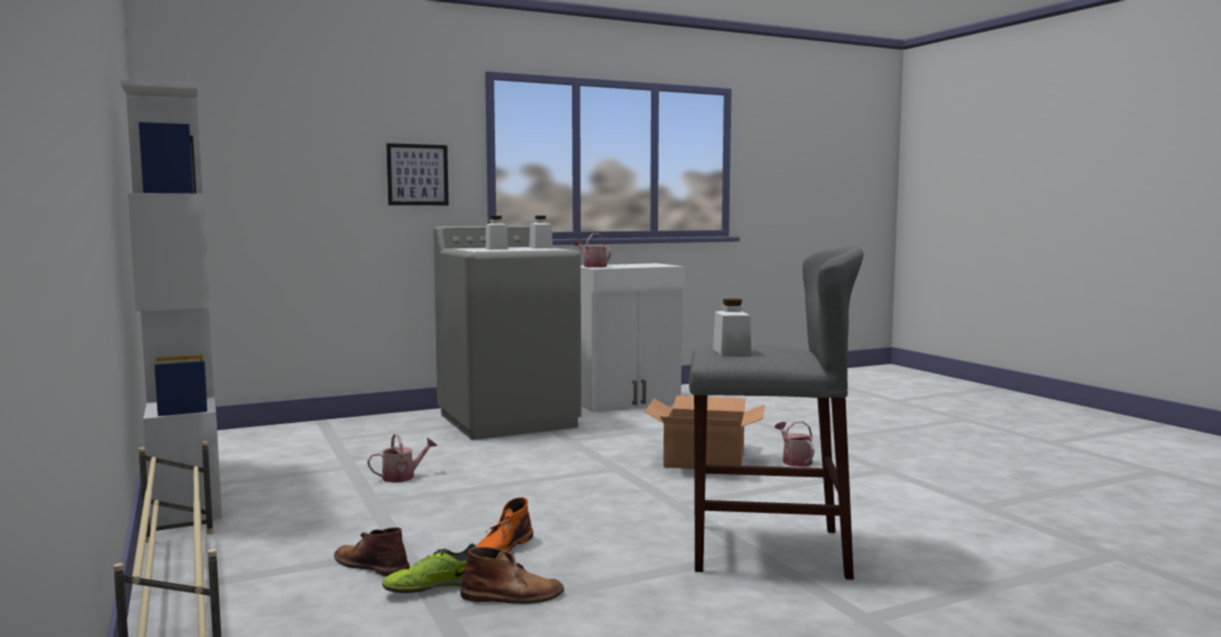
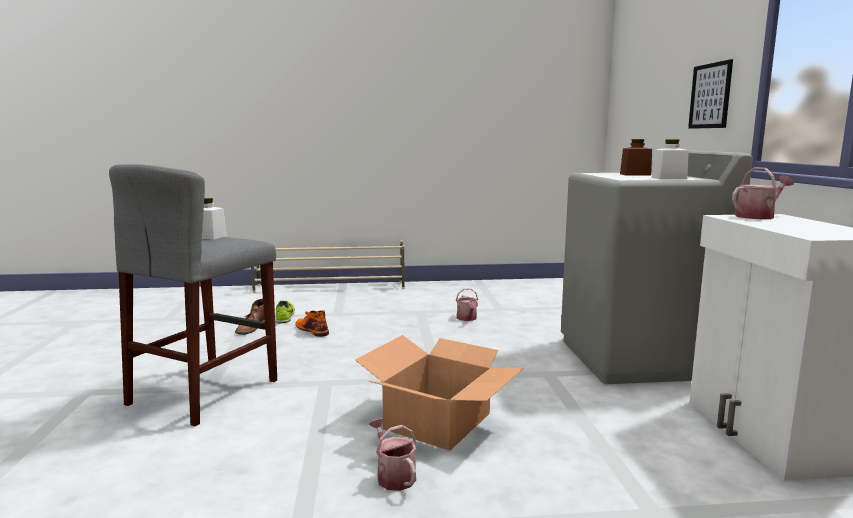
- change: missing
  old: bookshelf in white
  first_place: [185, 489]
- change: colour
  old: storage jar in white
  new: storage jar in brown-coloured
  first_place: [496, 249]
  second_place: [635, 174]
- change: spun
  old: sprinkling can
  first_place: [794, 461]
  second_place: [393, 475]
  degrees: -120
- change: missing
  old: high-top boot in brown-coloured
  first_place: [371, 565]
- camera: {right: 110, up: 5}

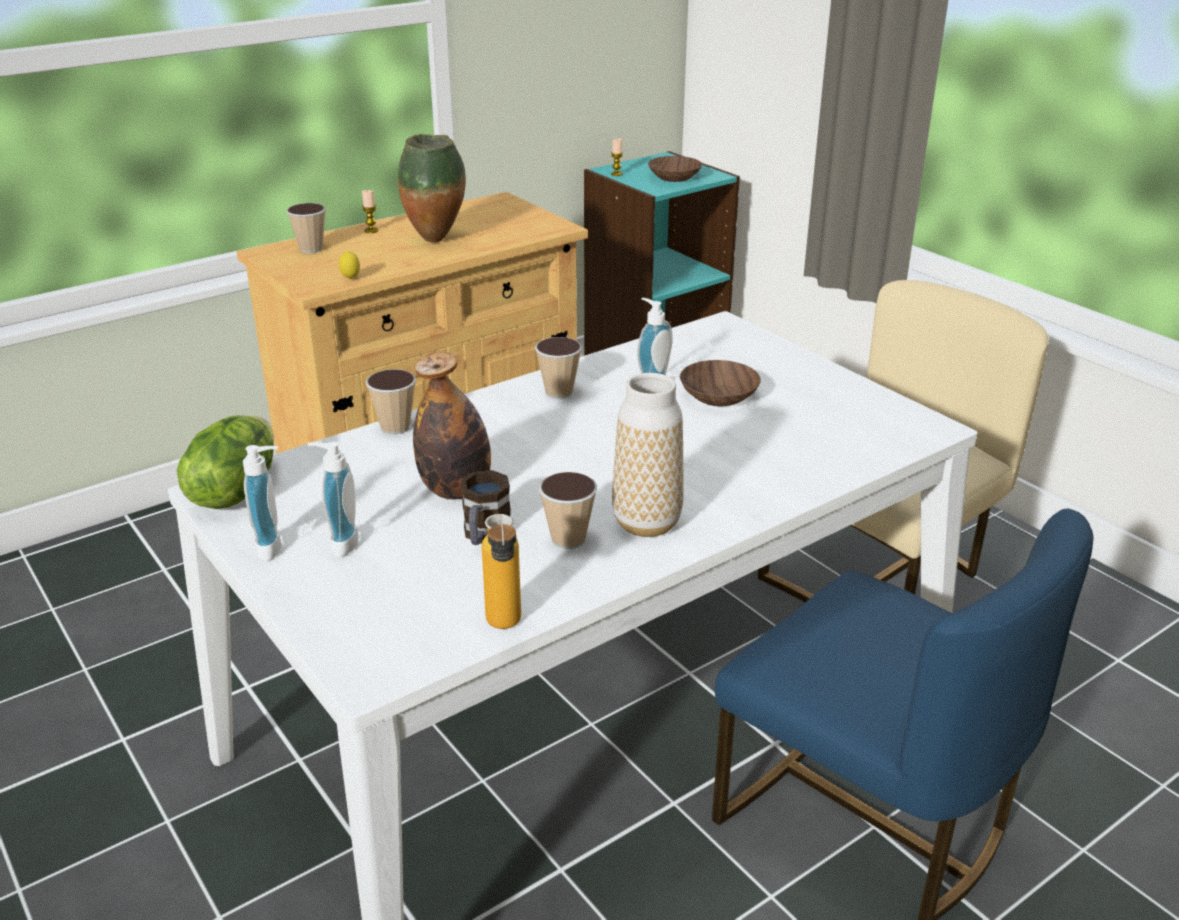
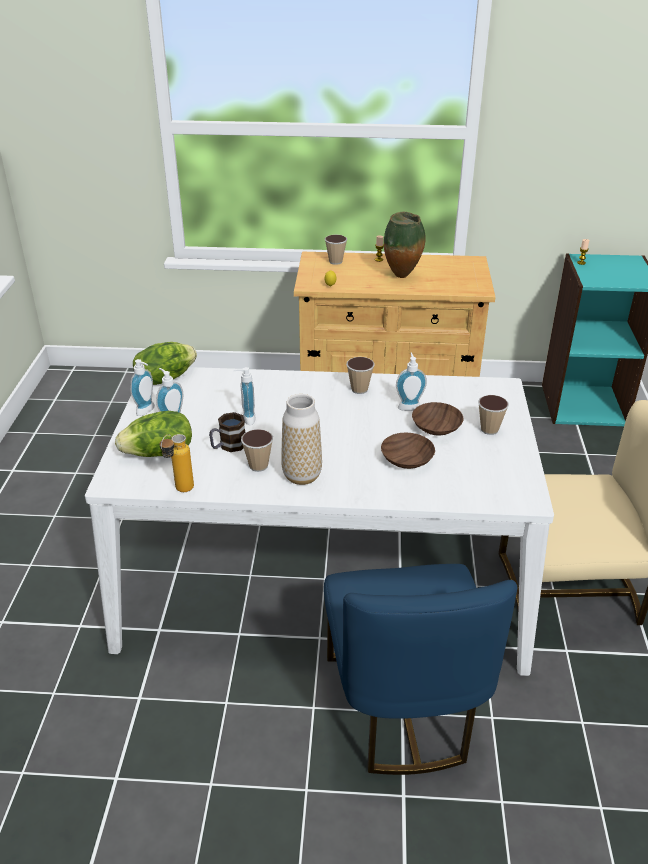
- change: relocated
  old: serving bowl in brown-coloured
  first_place: [674, 177]
  second_place: [408, 459]
- change: exchanged
  old: drink bottle
  new: liquid soap bottle
  first_place: [456, 490]
  second_place: [246, 419]
- change: relocated
  old: cup
  first_place: [395, 427]
  second_place: [489, 429]
- change: appeared
  new: head of lettuce
  second_place: [159, 453]
- camera: {right: 40, up: 5}

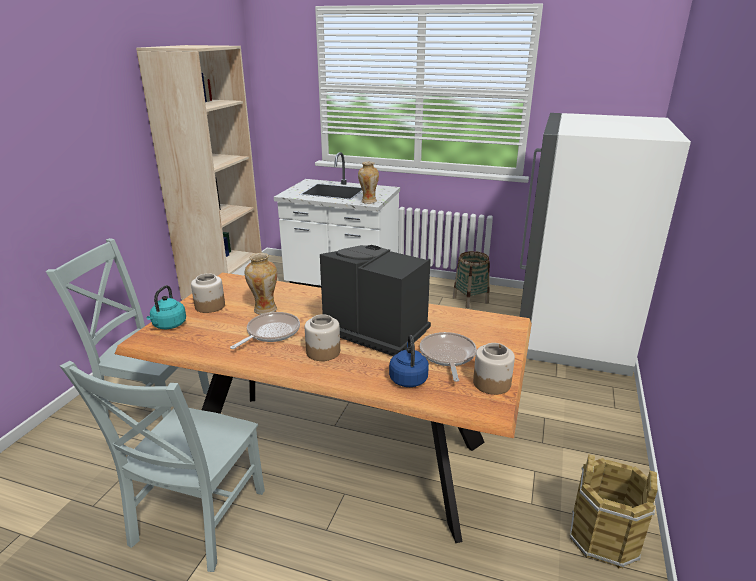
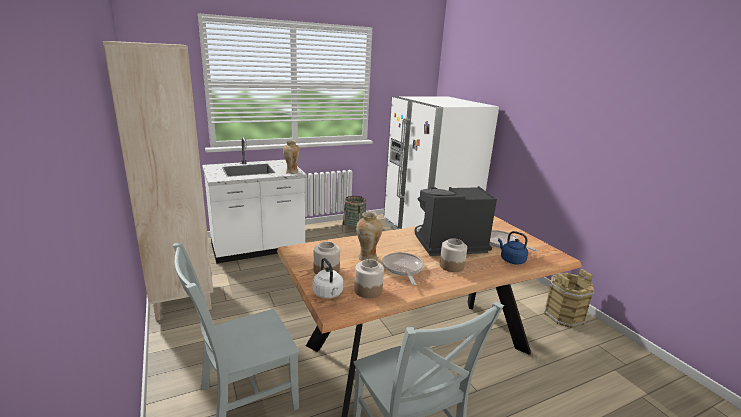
- change: colour
  old: water kettle in blue-green
  new: water kettle in white
  first_place: [168, 325]
  second_place: [328, 294]
- change: relocated
  old: storage jar
  first_place: [492, 383]
  second_place: [368, 290]
- camera: {right: -45, up: -5}

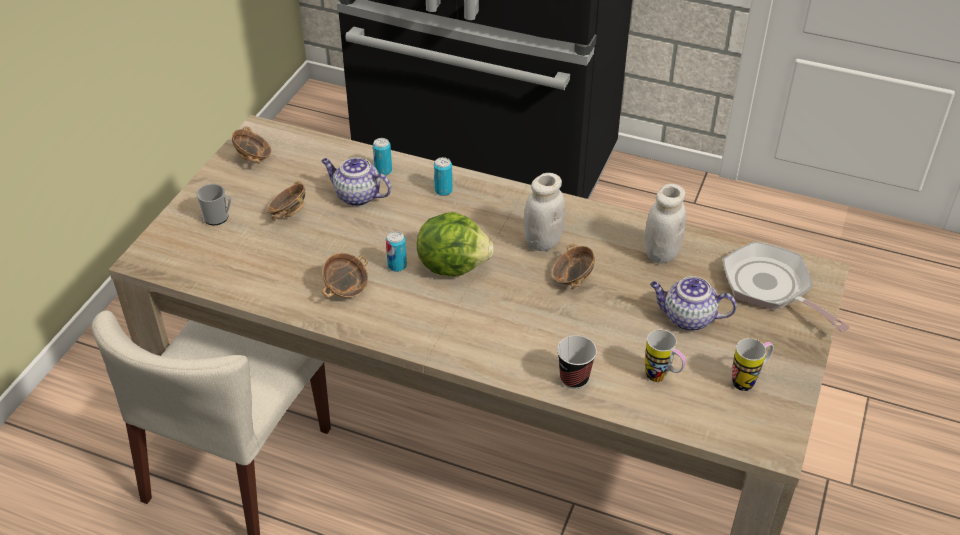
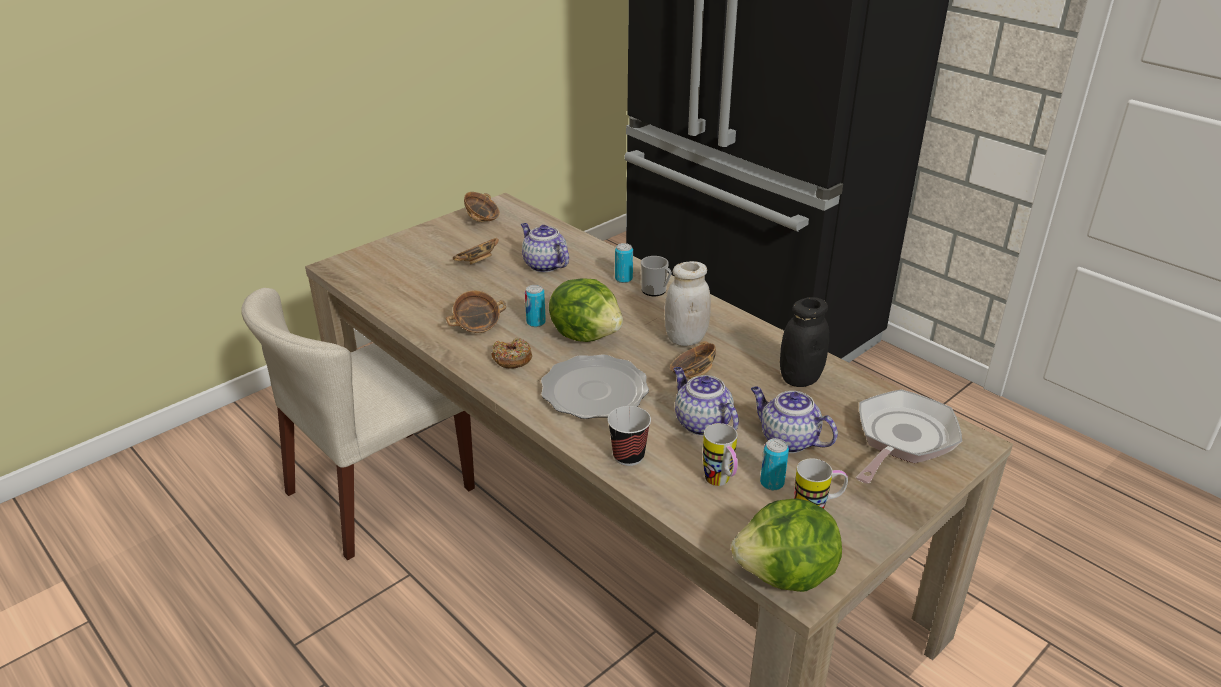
- change: relocated
  old: can
  first_place: [383, 171]
  second_place: [772, 483]
- change: relocated
  old: tea mug
  first_place: [218, 217]
  second_place: [656, 291]
- change: colour
  old: storage jar in white
  new: storage jar in black
  first_place: [661, 253]
  second_place: [800, 378]
- change: spun
  old: pan
  first_place: [771, 287]
  second_place: [902, 439]
  degrees: 45
- change: appeared
  new: donut
  second_place: [512, 359]
- change: appeared
  new: plate
  second_place: [593, 391]
- change: appeared
  new: teapot
  second_place: [701, 423]
- change: appeared
  new: head of lettuce
  second_place: [786, 576]
- camera: {right: 25, up: -10}

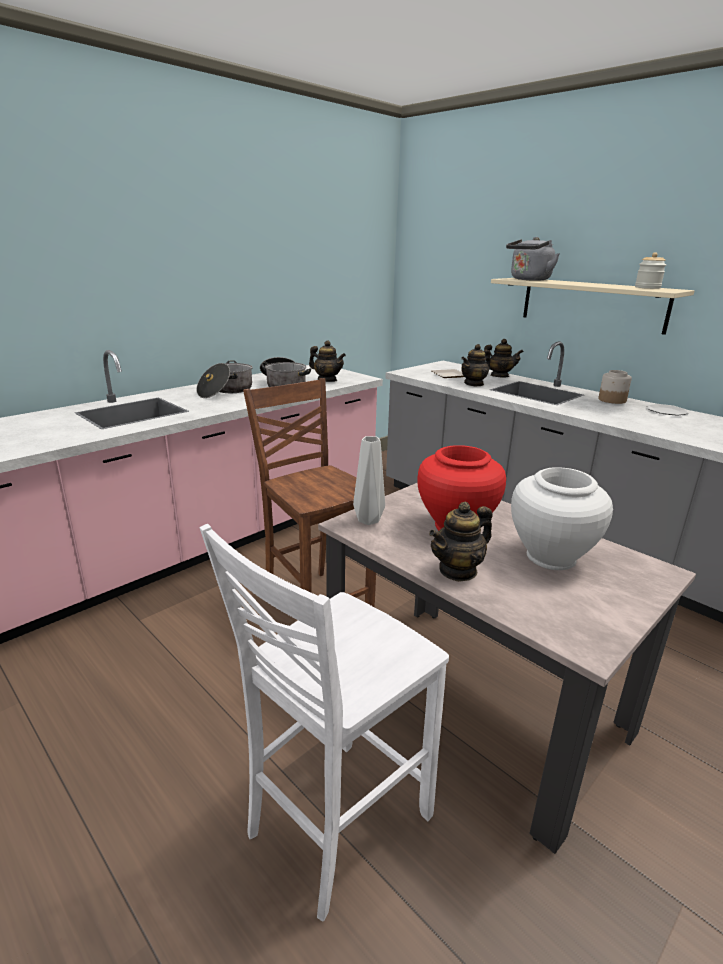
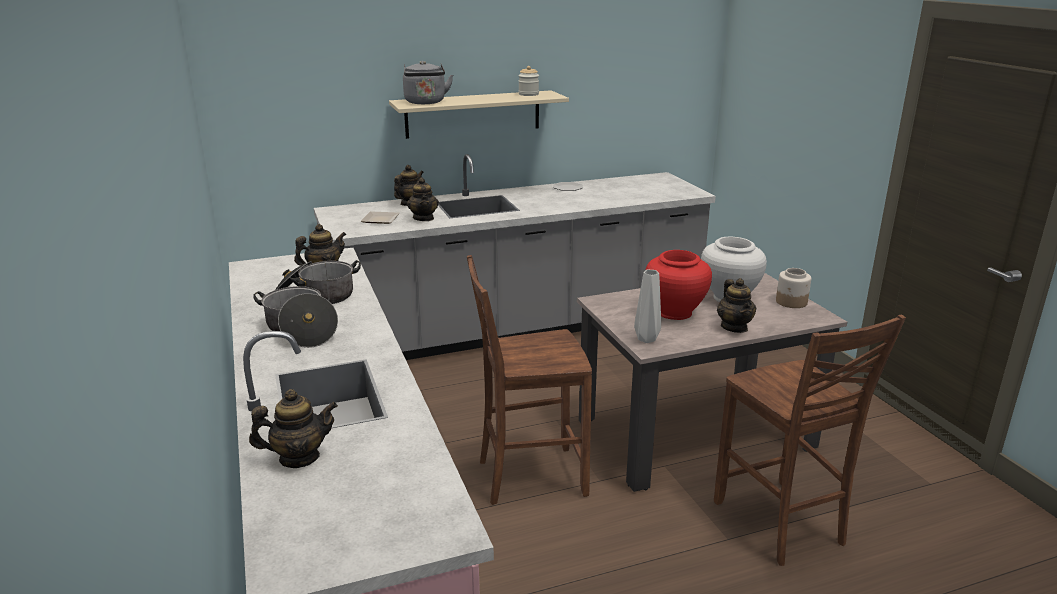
- change: relocated
  old: storage jar
  first_place: [612, 400]
  second_place: [791, 302]
- change: colour
  old: chair in white
  new: chair in brown-coloured
  first_place: [334, 824]
  second_place: [780, 524]
- change: appeared
  new: teapot
  second_place: [299, 458]
- camera: {right: -65, up: 0}

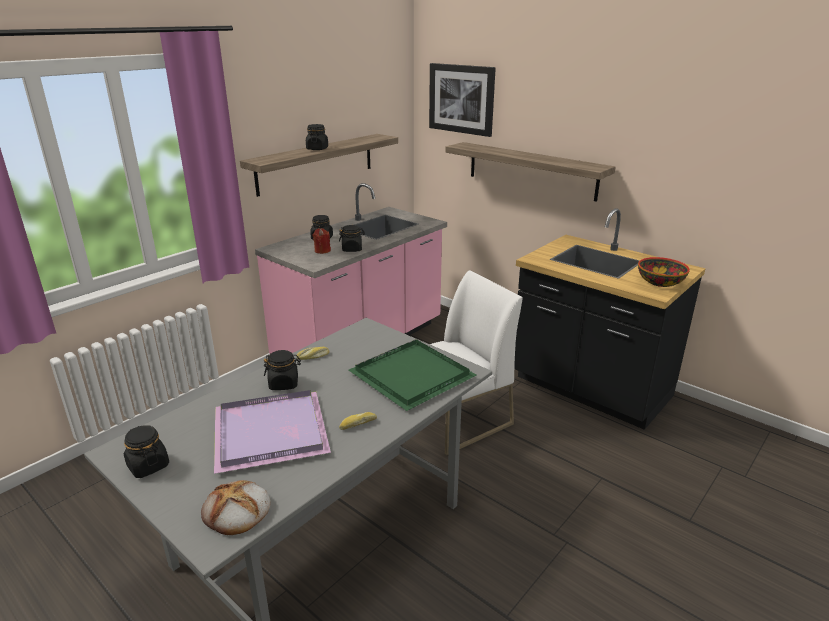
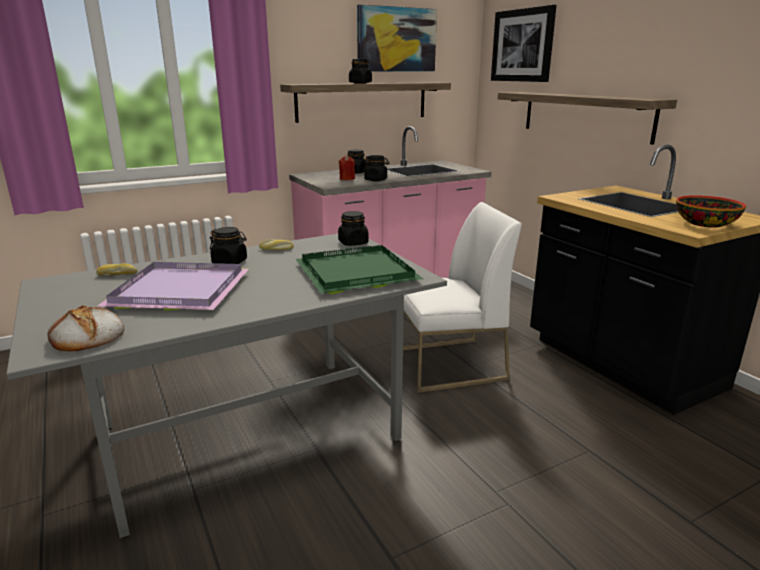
- change: relocated
  old: baked bread
  first_place: [357, 424]
  second_place: [118, 274]
- change: relocated
  old: storage jar in black
  first_place: [148, 466]
  second_place: [353, 243]
- change: appeared
  new: wall picture
  second_place: [396, 40]
- camera: {right: 20, up: -5}

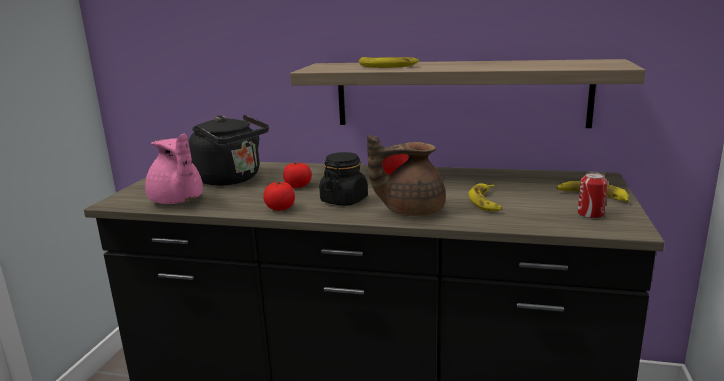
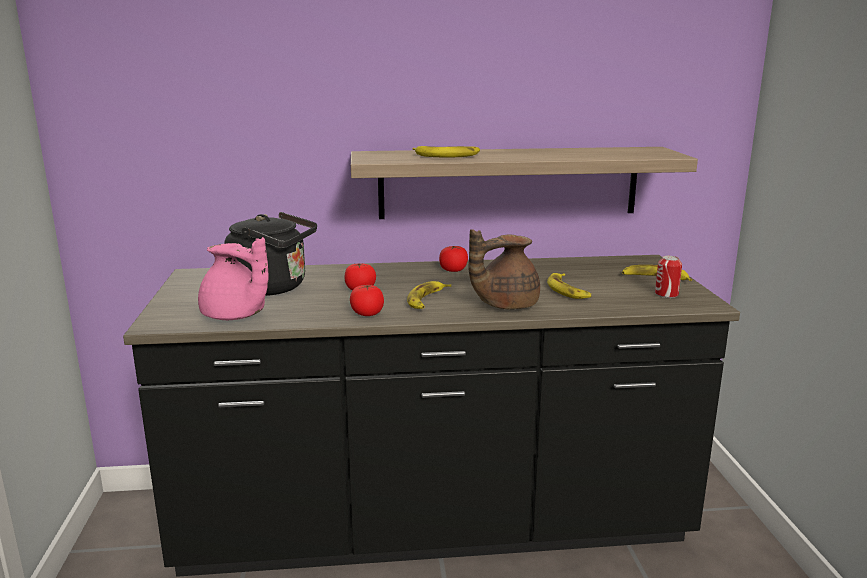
- change: exchanged
  old: storage jar in black
  new: banana fruit
  first_place: [344, 200]
  second_place: [427, 300]
- camera: {right: -20, up: 0}

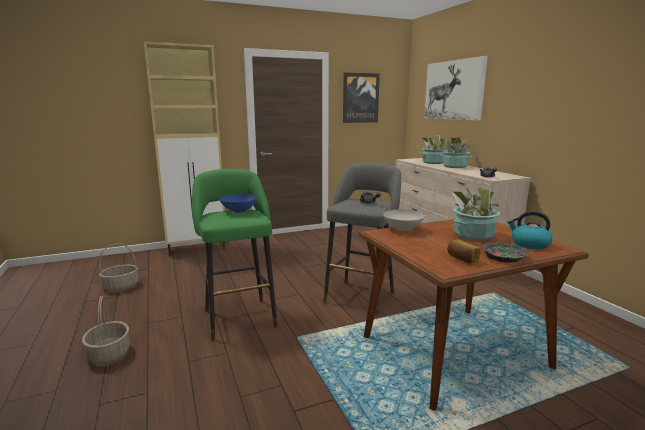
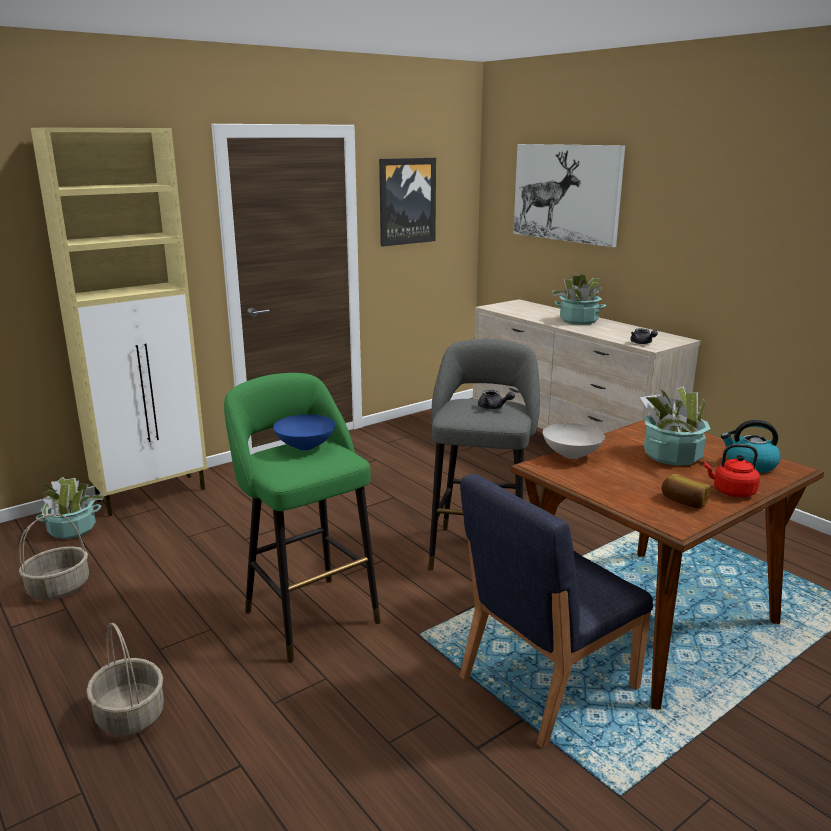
- change: relocated
  old: potted plant
  first_place: [433, 162]
  second_place: [72, 529]
- change: exchanged
  old: serving bowl
  new: water kettle in red
  first_place: [503, 257]
  second_place: [731, 492]
- change: appeared
  new: chair in blue
  second_place: [545, 682]
- camera: {right: -15, up: 5}

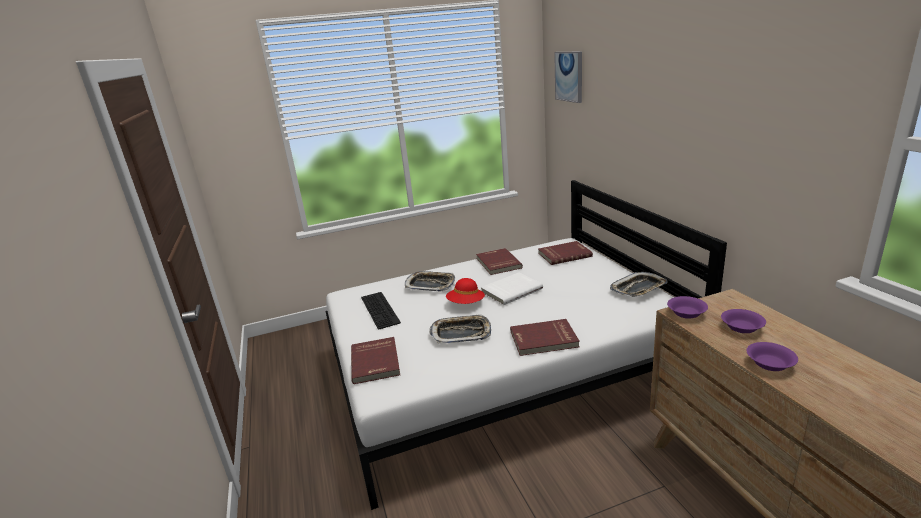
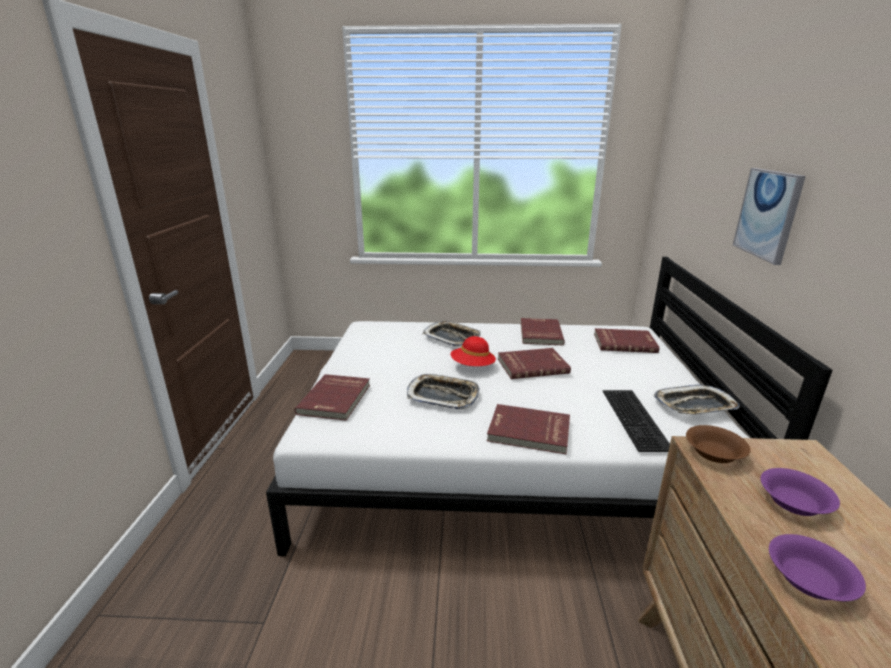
- change: relocated
  old: wall picture
  first_place: [569, 76]
  second_place: [768, 214]
- change: colour
  old: bound book in white
  new: bound book in red
  first_place: [511, 290]
  second_place: [532, 365]
- change: relocated
  old: computer keyboard
  first_place: [381, 309]
  second_place: [637, 419]
- change: colour
  old: serving bowl in purple-coloured
  new: serving bowl in brown-coloured
  first_place: [686, 314]
  second_place: [713, 454]
- camera: {right: 20, up: 0}

